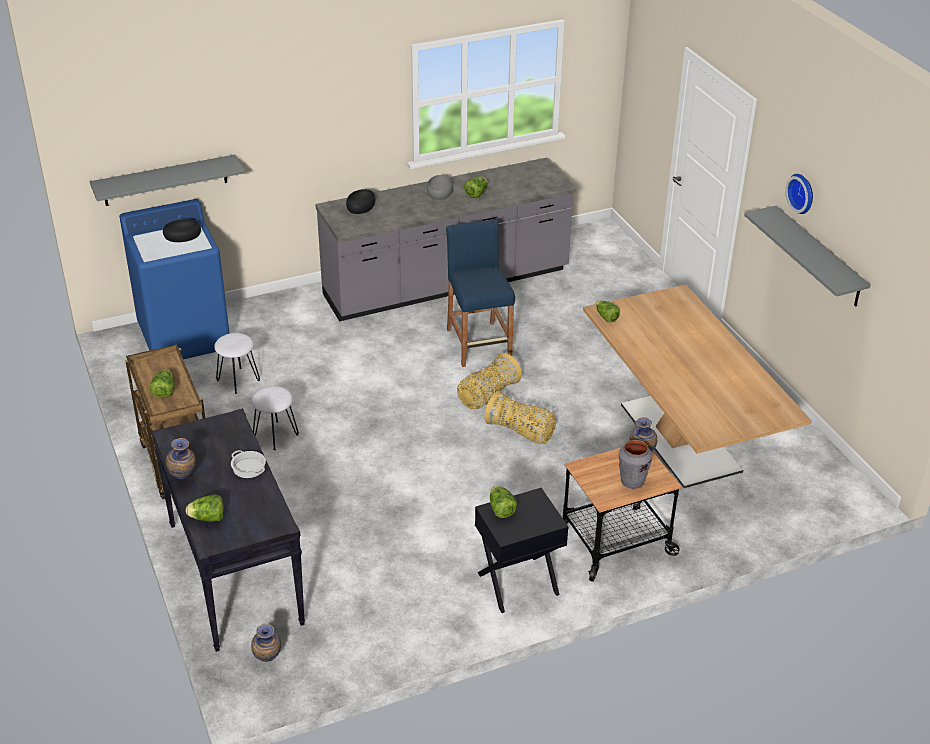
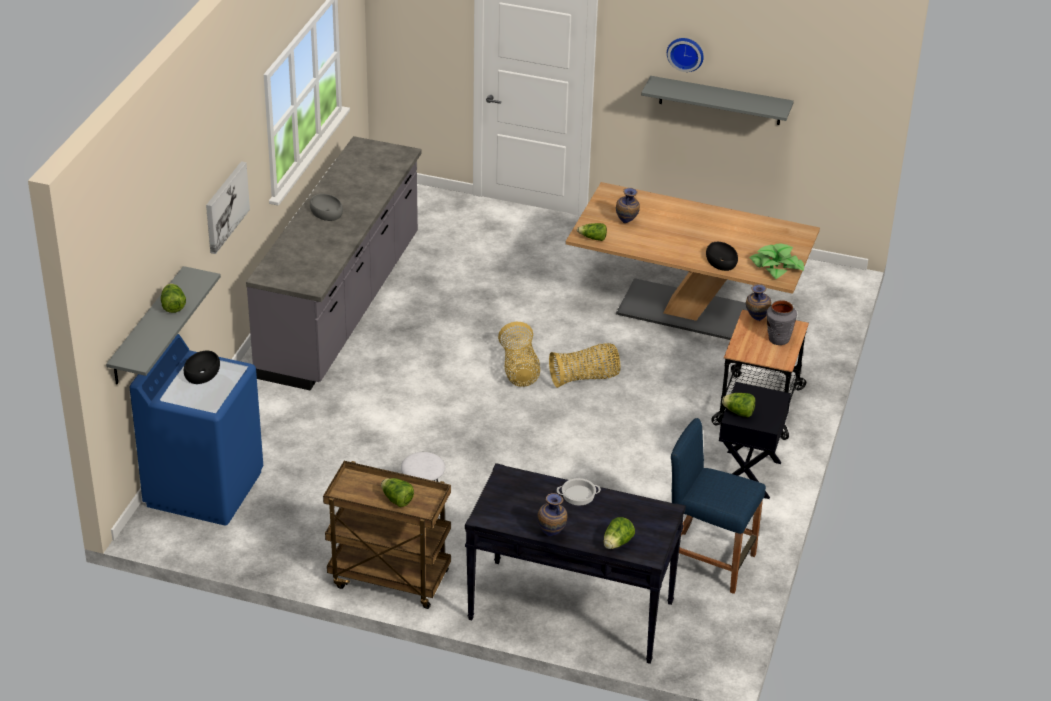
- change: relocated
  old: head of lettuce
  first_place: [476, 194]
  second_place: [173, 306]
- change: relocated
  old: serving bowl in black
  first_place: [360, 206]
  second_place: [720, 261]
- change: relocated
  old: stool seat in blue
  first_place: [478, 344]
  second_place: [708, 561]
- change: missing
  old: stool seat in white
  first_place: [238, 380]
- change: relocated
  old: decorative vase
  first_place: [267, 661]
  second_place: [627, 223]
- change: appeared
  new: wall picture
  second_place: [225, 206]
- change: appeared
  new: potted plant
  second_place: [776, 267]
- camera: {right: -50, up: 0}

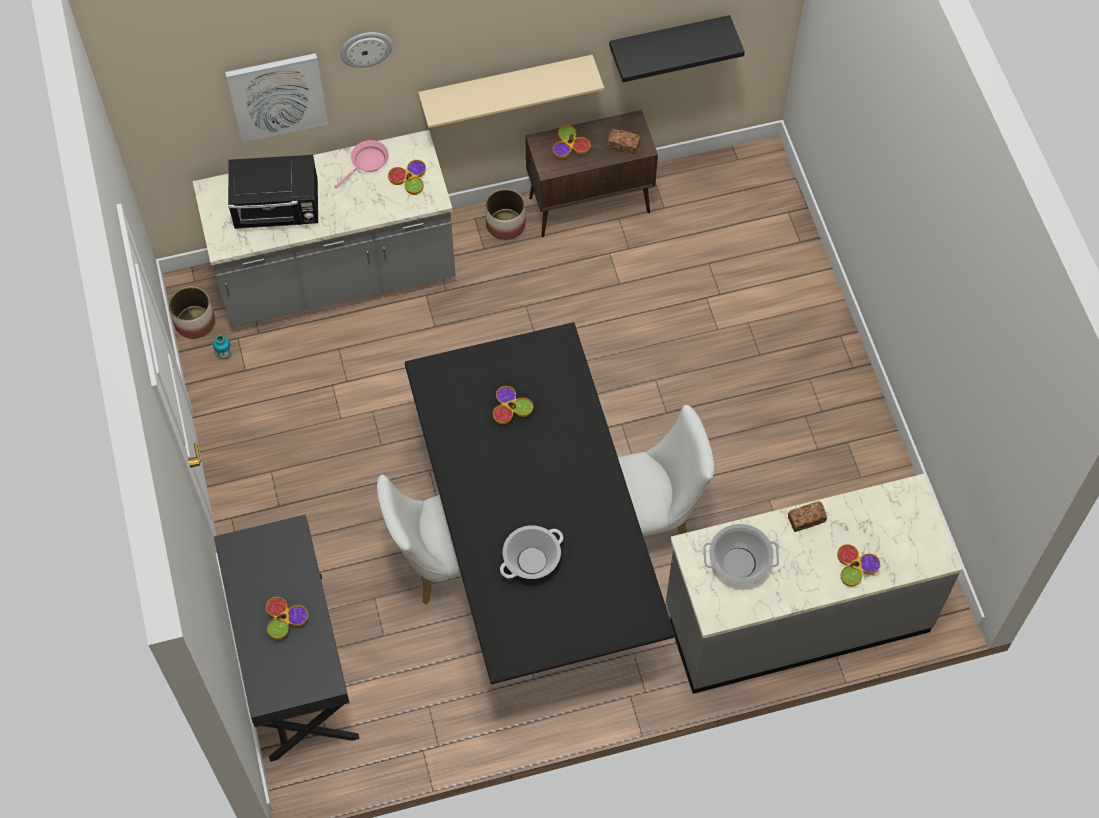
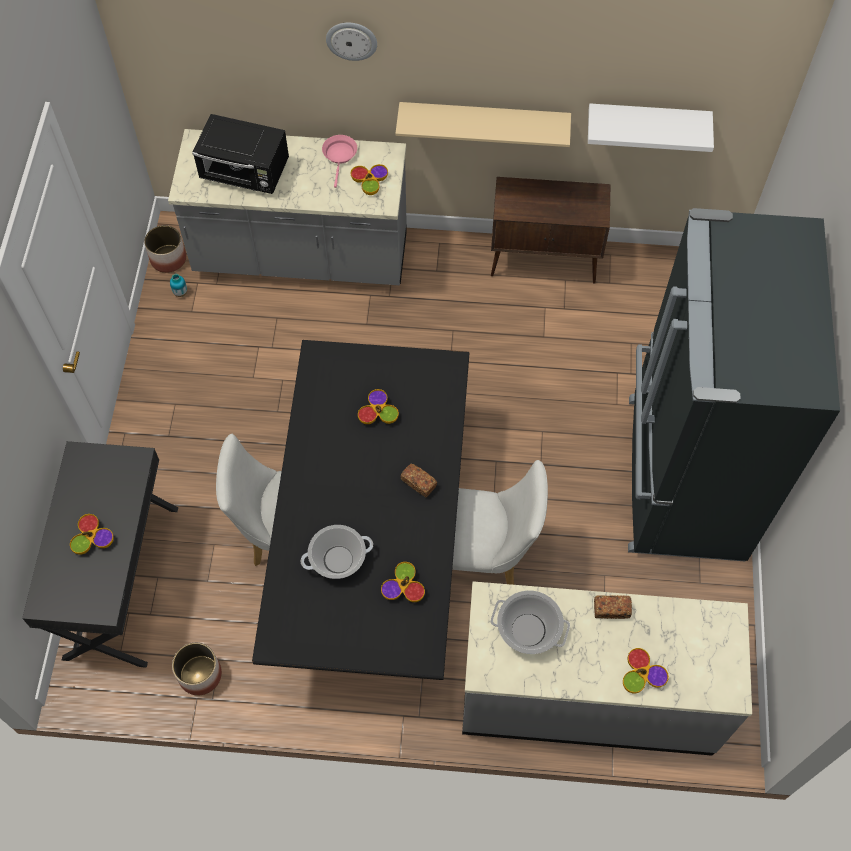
- change: colour
  old: shelf in black
  new: shelf in white
  first_place: [668, 40]
  second_place: [647, 120]
- change: missing
  old: wall picture
  first_place: [277, 96]
- change: relocated
  old: serving bowl
  first_place: [570, 147]
  second_place: [403, 587]
- change: relocated
  old: baked bread
  first_place: [623, 145]
  second_place: [419, 483]
- change: spun
  old: pan in pink
  first_place: [367, 163]
  second_place: [340, 156]
  degrees: -60
- change: relocated
  old: planter
  first_place: [505, 224]
  second_place: [199, 675]
- change: appeared
  new: fridge in black
  second_place: [681, 477]
- camera: {right: 20, up: 0}

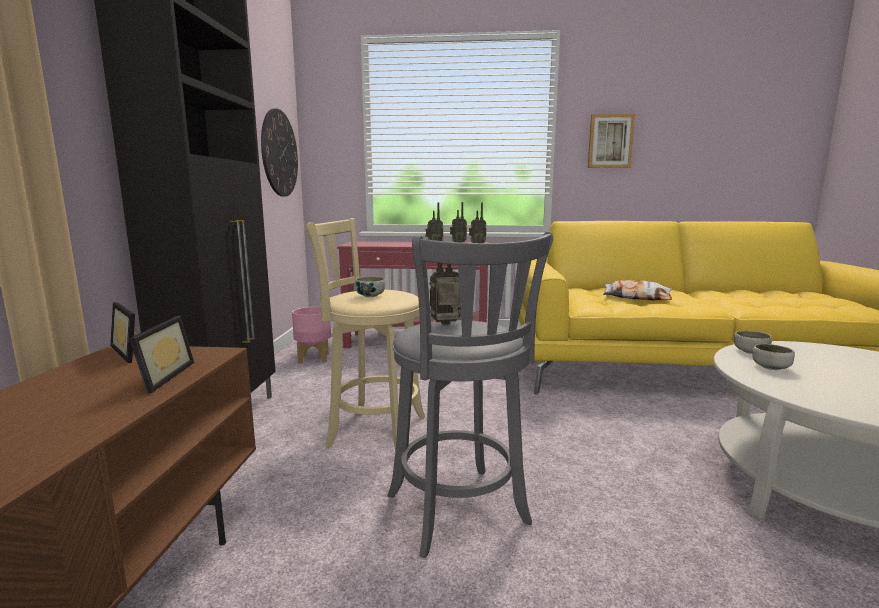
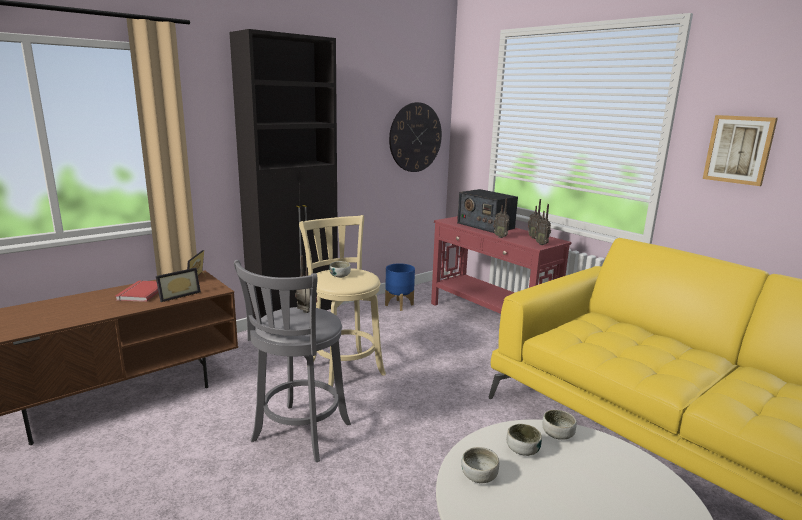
- change: missing
  old: pillow
  first_place: [636, 297]
- change: colour
  old: planter in pink
  new: planter in blue
  first_place: [313, 358]
  second_place: [399, 305]
- change: appeared
  new: radio receiver
  second_place: [485, 225]
- change: appeared
  new: bound book in red
  second_place: [141, 293]
- change: appeared
  new: serving bowl
  second_place: [479, 476]
- camera: {right: 45, up: 5}

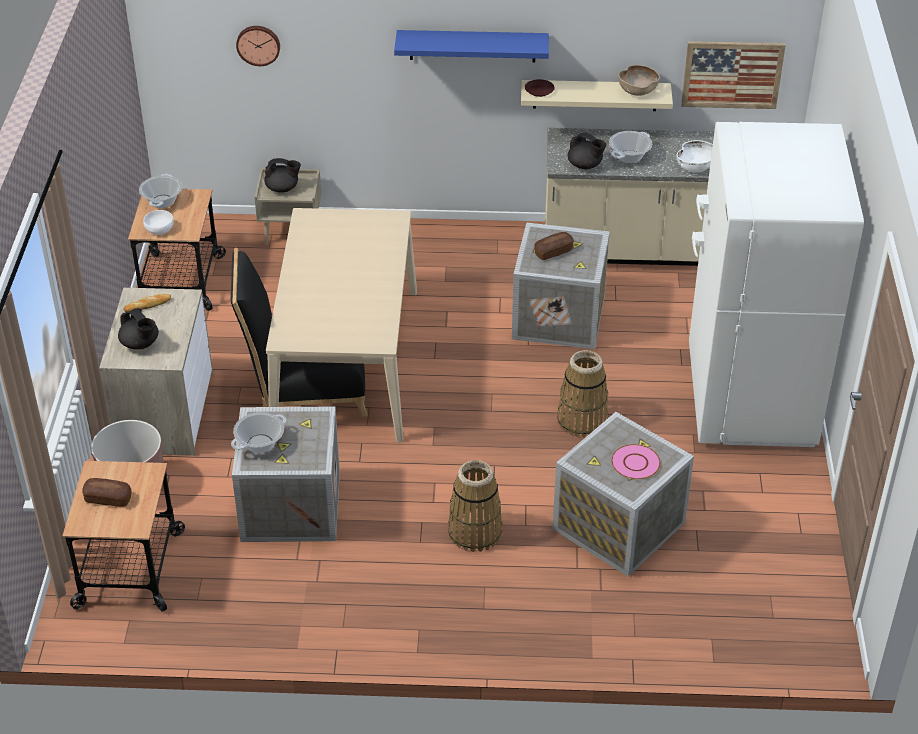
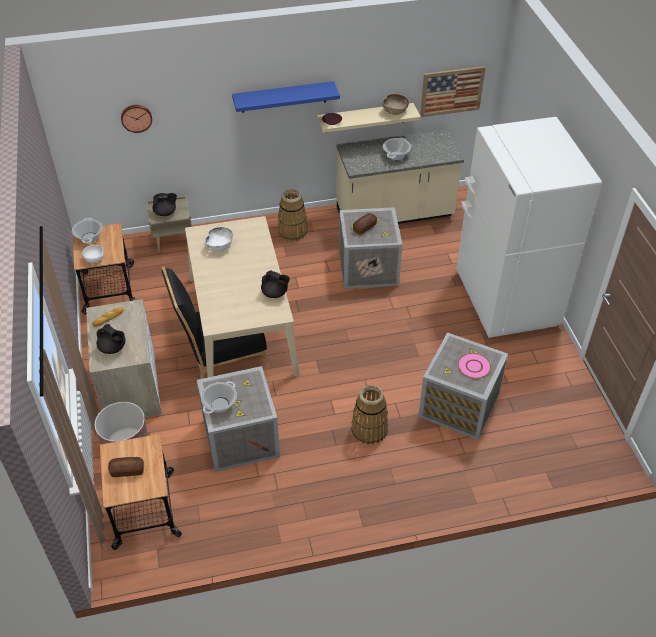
- change: relocated
  old: teapot in black
  first_place: [585, 165]
  second_place: [275, 293]
- change: relocated
  old: serving bowl in white
  first_place: [695, 167]
  second_place: [220, 246]
- change: relocated
  old: household basket
  first_place: [581, 420]
  second_place: [292, 231]
- camera: {right: -15, up: 5}

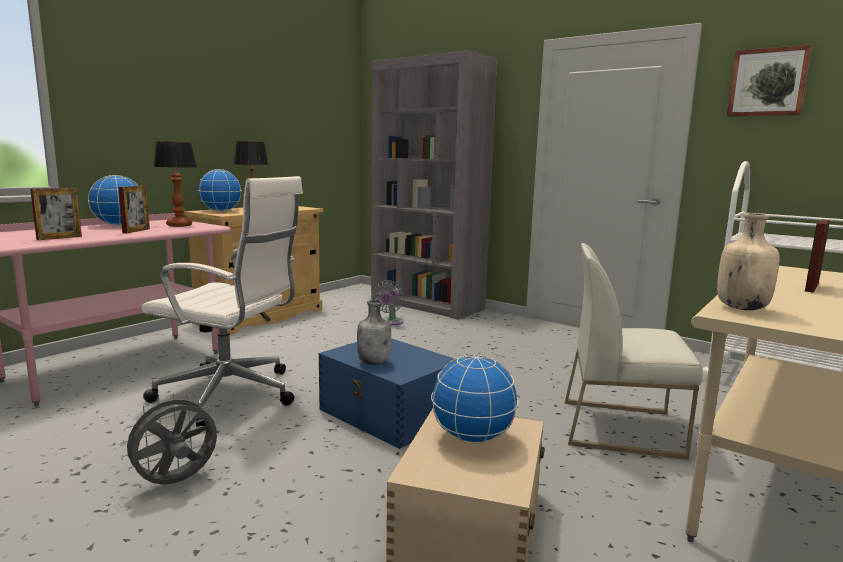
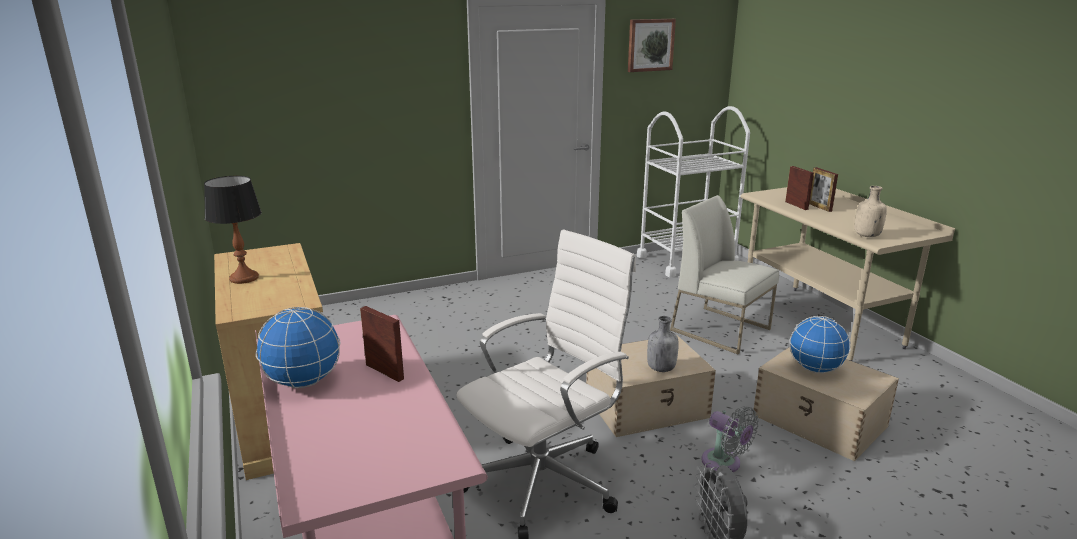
- change: missing
  old: bookshelf in gray
  first_place: [426, 304]
- change: missing
  old: table lamp
  first_place: [180, 225]
- change: missing
  old: globe
  first_place: [221, 211]
- change: relocated
  old: standing frame
  first_place: [59, 238]
  second_place: [796, 205]
- change: spun
  old: chair in white
  first_place: [621, 427]
  second_place: [721, 329]
  degrees: 90
- change: relocated
  old: fan in gray
  first_place: [390, 322]
  second_place: [724, 463]
- change: colour
  old: storage bin in blue
  new: storage bin in beige-coloured
  first_place: [389, 414]
  second_place: [648, 406]
- camera: {right: -60, up: 10}

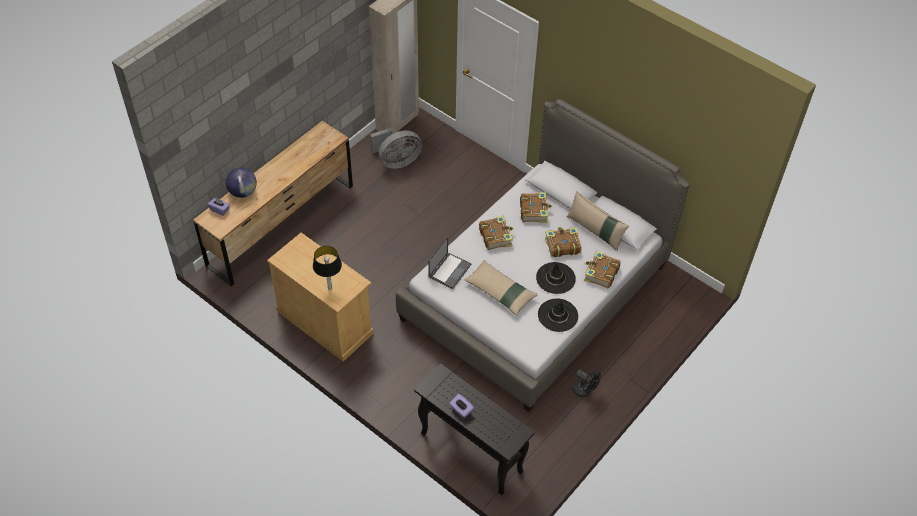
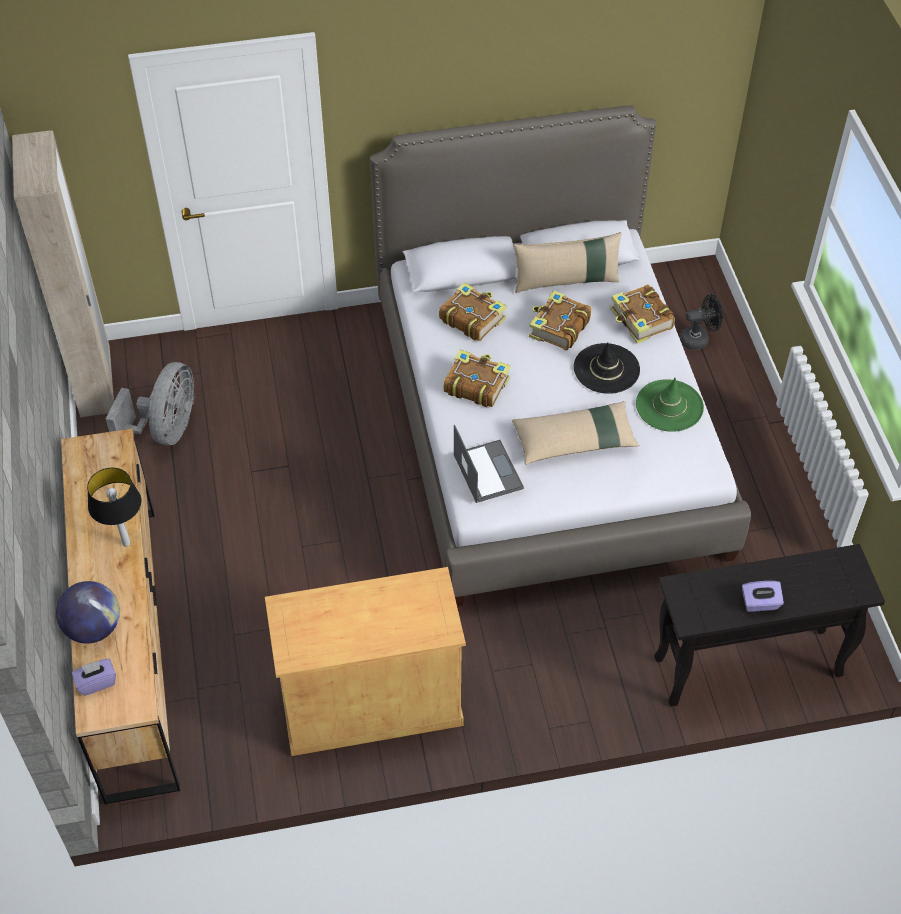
- change: relocated
  old: table lamp
  first_place: [330, 288]
  second_place: [126, 542]
- change: colour
  old: hat in black
  new: hat in green-coloured
  first_place: [557, 315]
  second_place: [669, 406]
- change: relocated
  old: fan in black
  first_place: [584, 391]
  second_place: [699, 339]
- camera: {right: -50, up: 0}

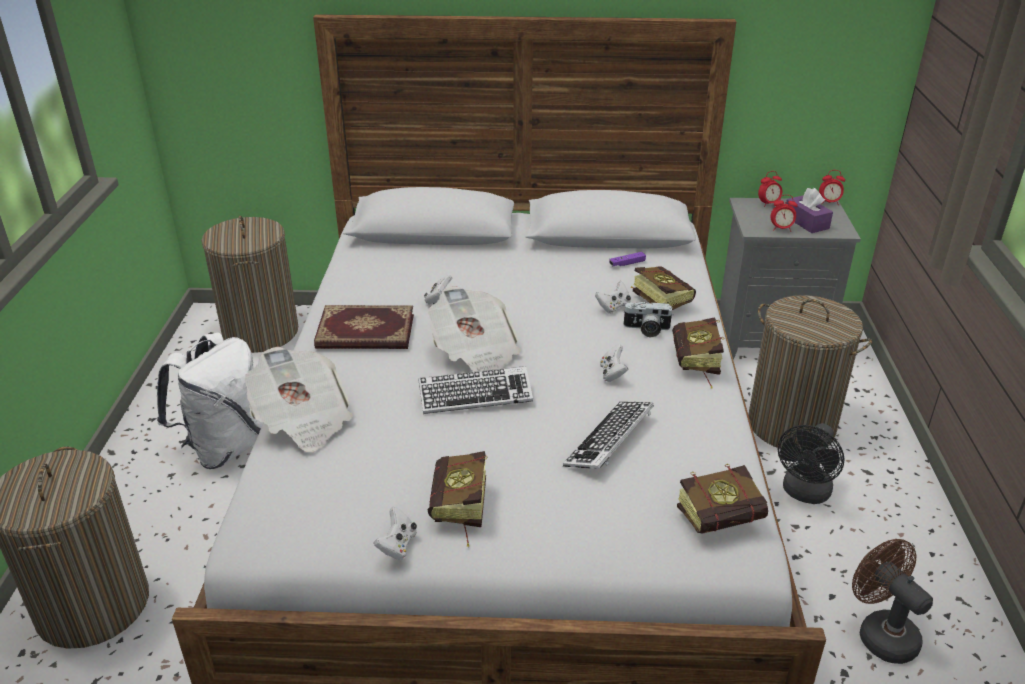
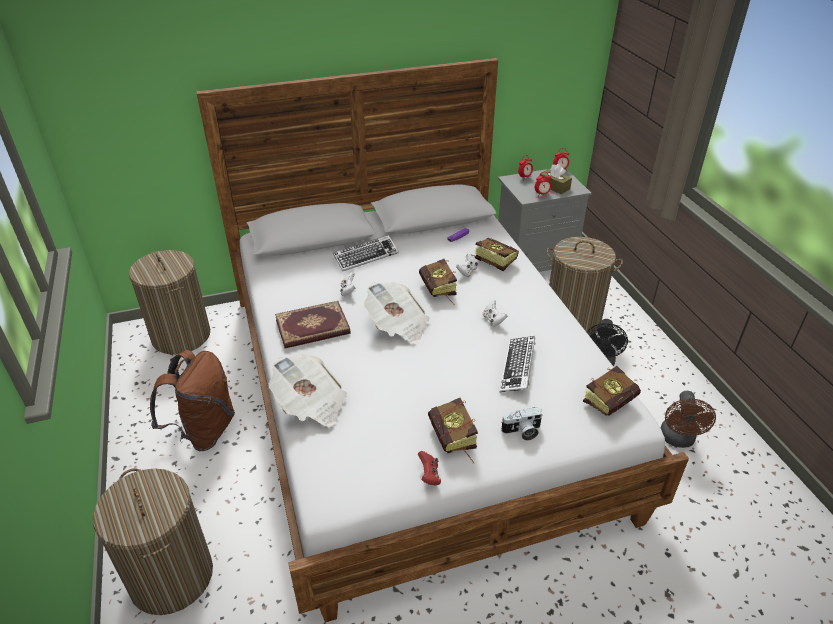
- change: colour
  old: tissue box in purple-coloured
  new: tissue box in brown-coloured
  first_place: [806, 222]
  second_place: [554, 186]
- change: relocated
  old: still camera
  first_place: [646, 329]
  second_place: [522, 432]
- change: relocated
  old: bound book
  first_place: [696, 366]
  second_place: [439, 292]
- change: colour
  old: knapsack in white
  new: knapsack in brown-coloured
  first_place: [225, 447]
  second_place: [204, 431]
- change: relocated
  old: computer keyboard
  first_place: [475, 396]
  second_place: [366, 256]
- change: colour
  old: game controller in white
  new: game controller in red
  first_place: [397, 545]
  second_place: [429, 475]
- change: spun
  old: fan in brown-coloured
  first_place: [880, 633]
  second_place: [678, 440]
  degrees: -120
- camera: {right: -20, up: 5}

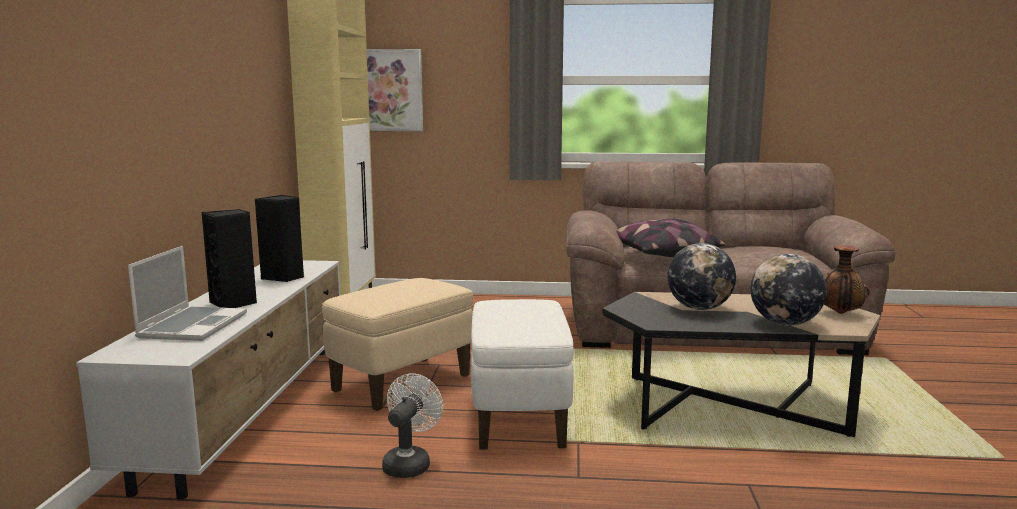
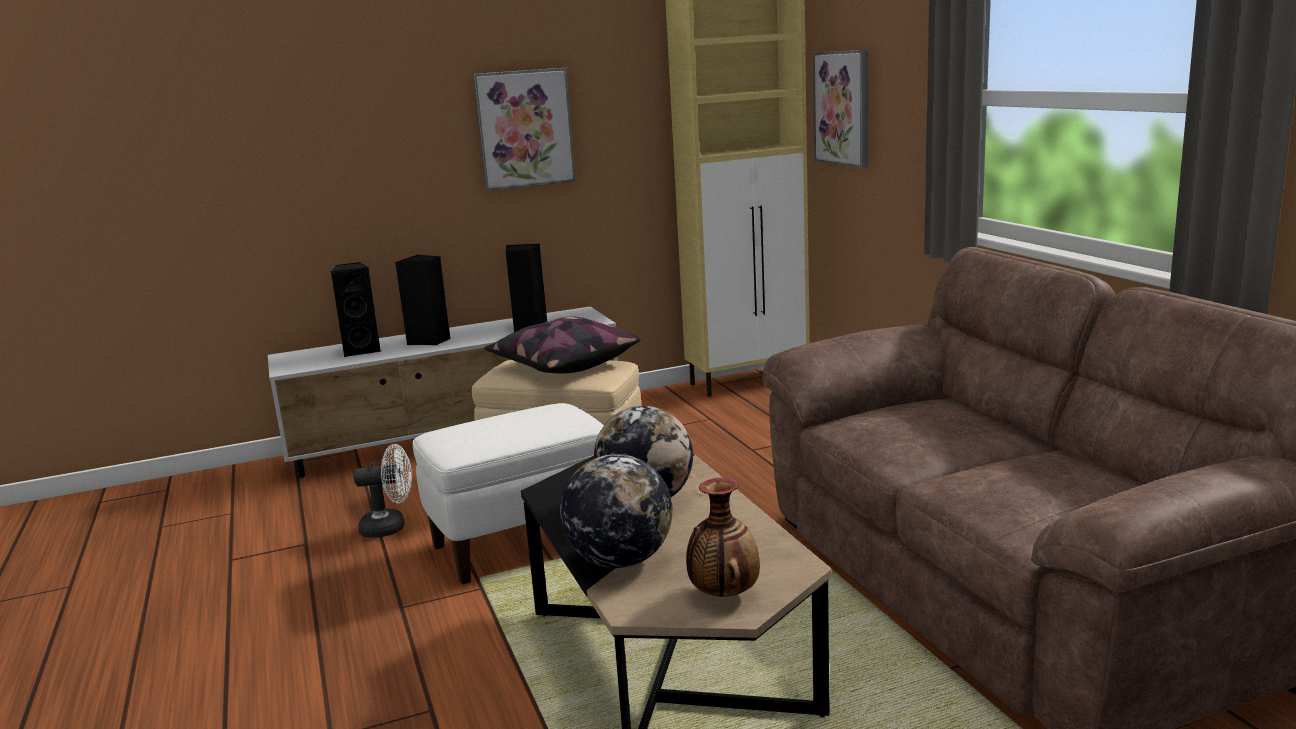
- change: relocated
  old: pillow
  first_place: [662, 255]
  second_place: [563, 365]
- change: exchanged
  old: notebook computer
  new: audio speaker in black
  first_place: [193, 325]
  second_place: [362, 350]
- change: appeared
  new: wall picture
  second_place: [524, 129]
- camera: {right: 65, up: 5}

